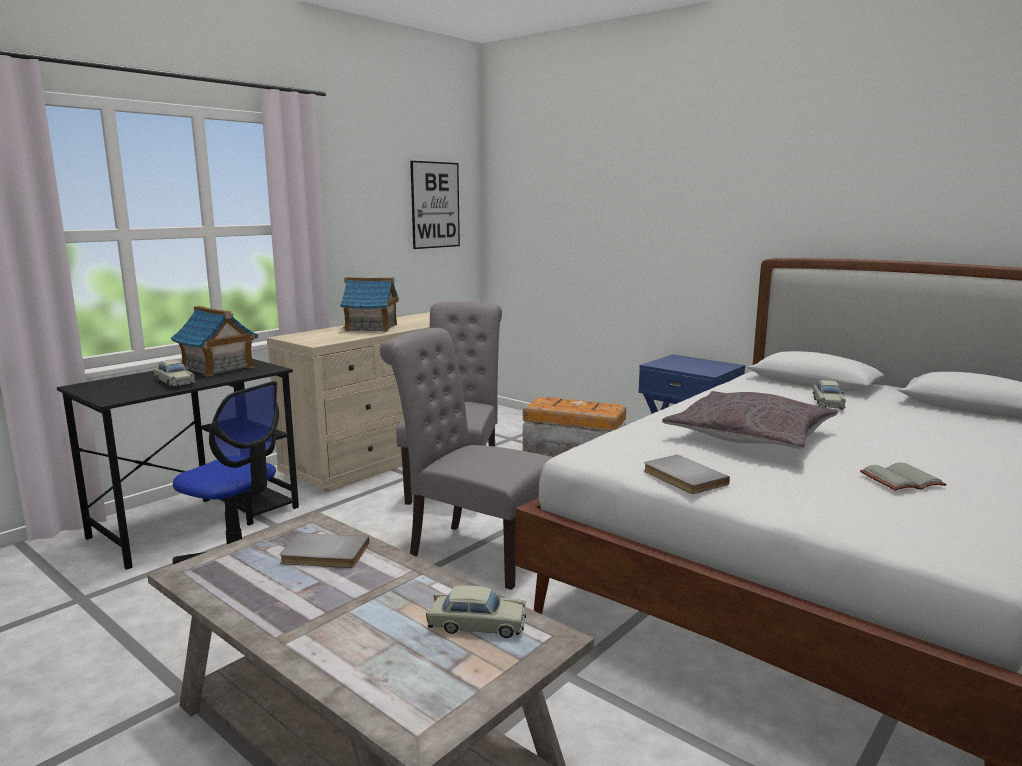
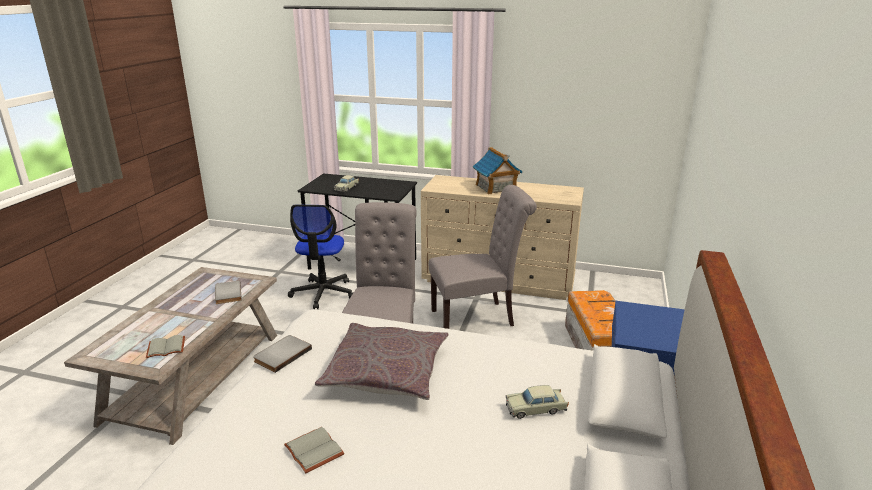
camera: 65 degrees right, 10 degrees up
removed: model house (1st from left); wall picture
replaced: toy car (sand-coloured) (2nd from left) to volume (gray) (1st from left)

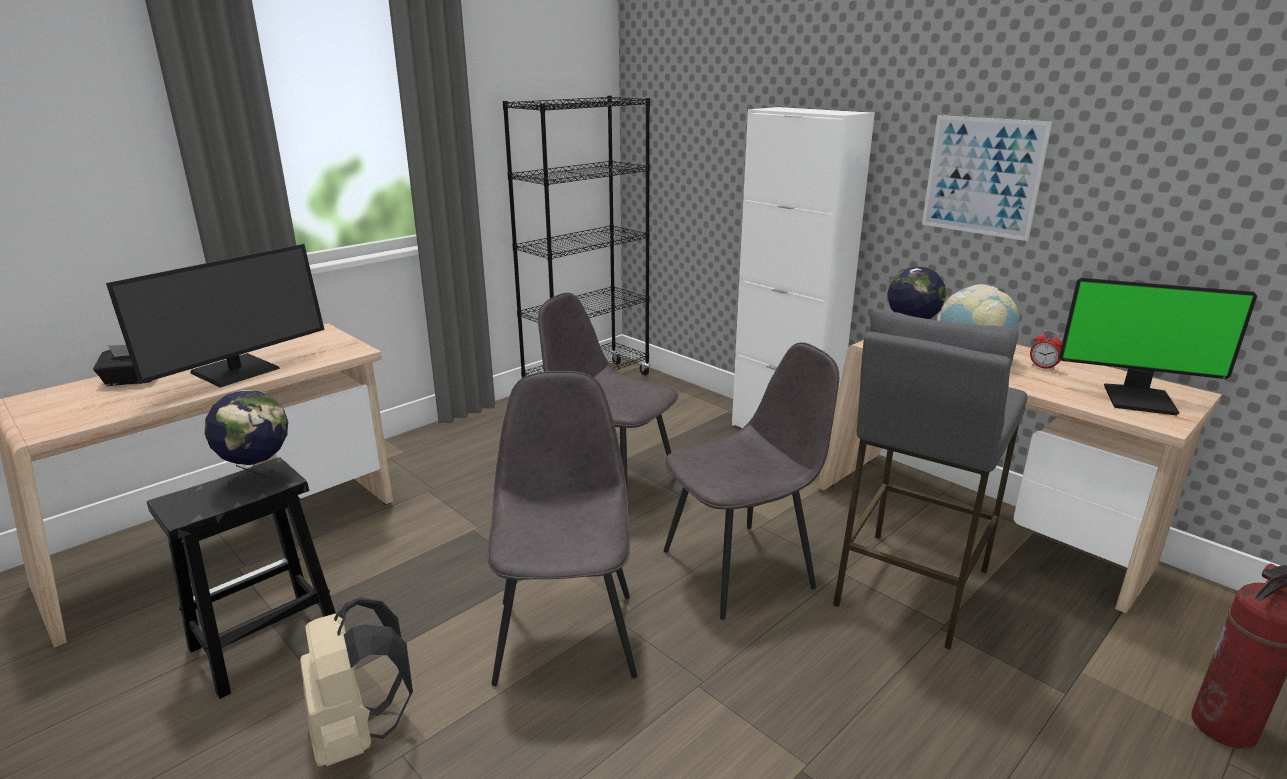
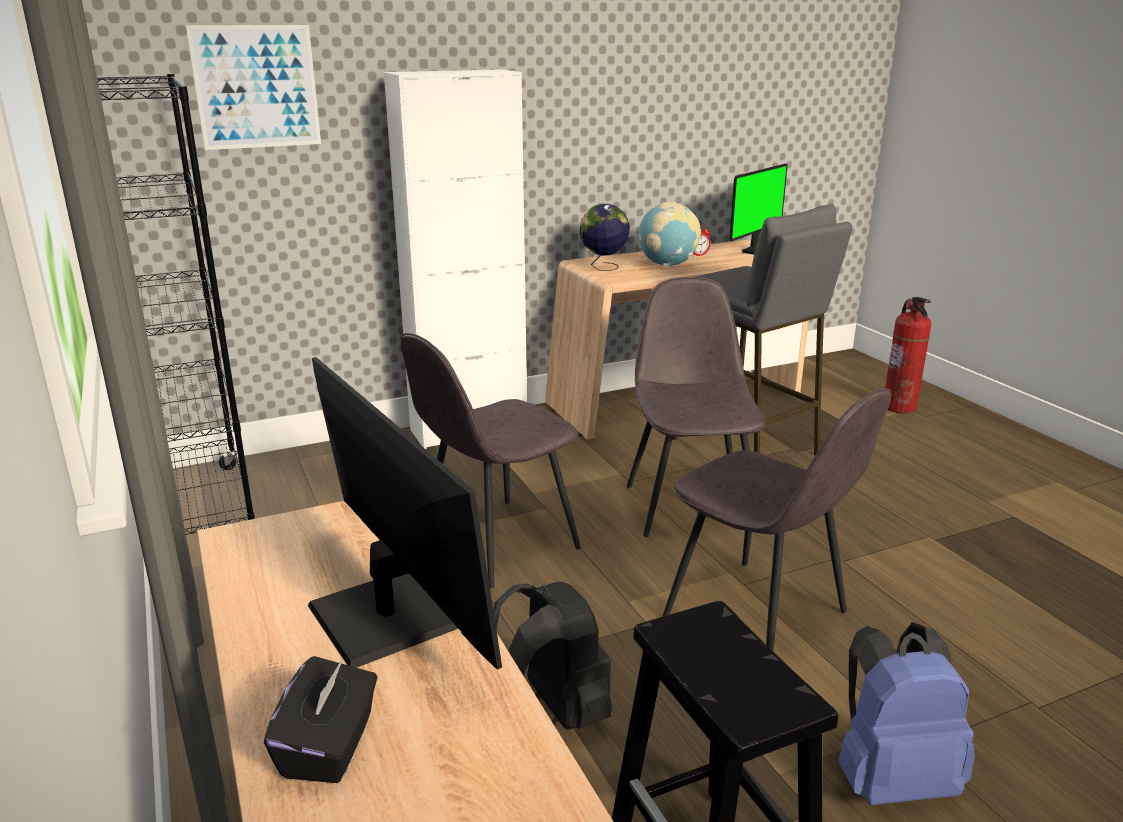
camera: 70 degrees left, 0 degrees up
removed: desk globe (1st from left)
added: knapsack (blackish)
moved: wall picture
recoloured: knapsack (sand-coloured) to knapsack (bluish)
turned: chair (gray) (1st from left in the first image) 150 degrees counterclockwise

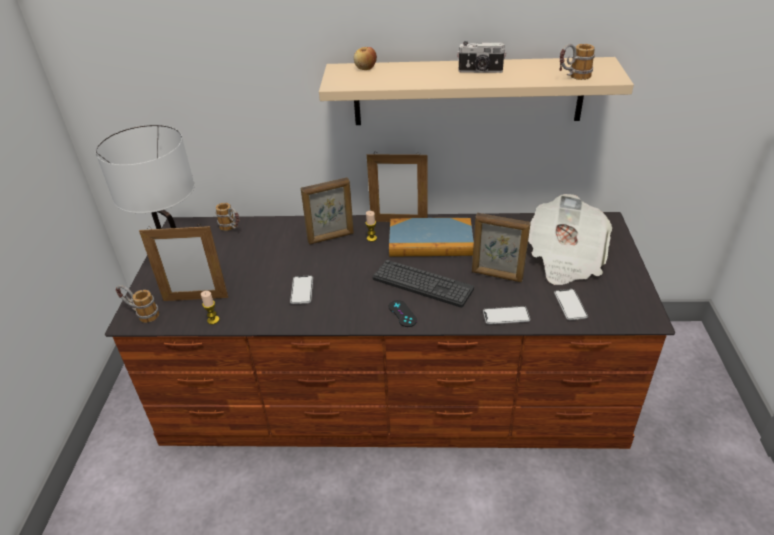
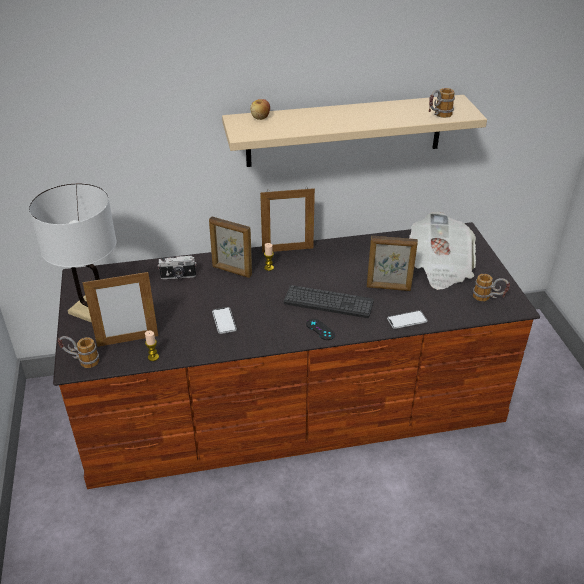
camera: 15 degrees left, 0 degrees up
removed: volume; phone (3rd from left)
moved: tea mug (2nd from left in the first image) to tea mug (3rd from left); still camera
turned: photo frame (2nd from left) 60 degrees clockwise

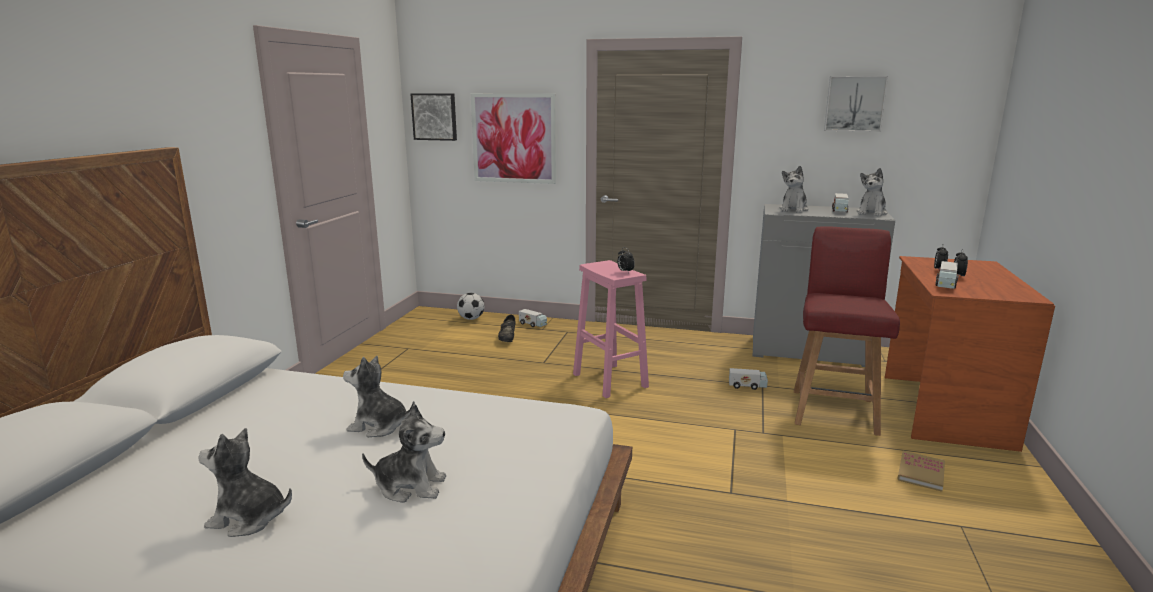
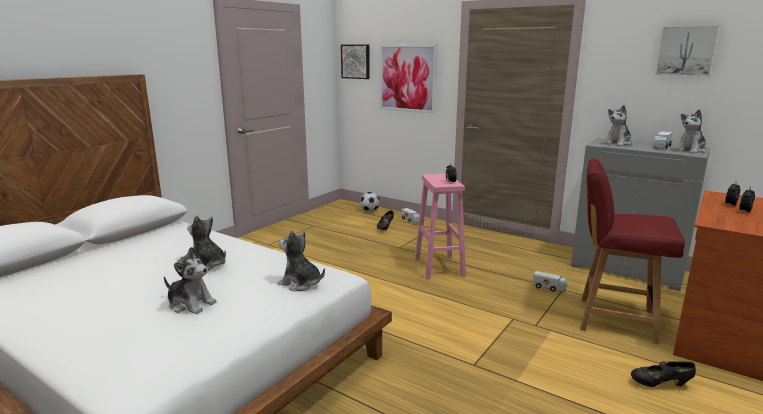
camera: 20 degrees right, 0 degrees up
removed: toy lorry (4th from left)
moved: soft toy (1st from left in the first image) to soft toy (3rd from left)
replaced: volume to item of footwear (blackish) (2nd from left)
turned: chair (reddish) 105 degrees counterclockwise

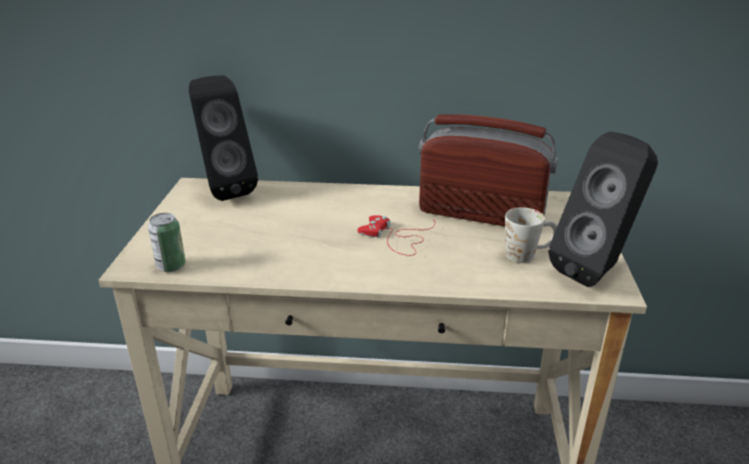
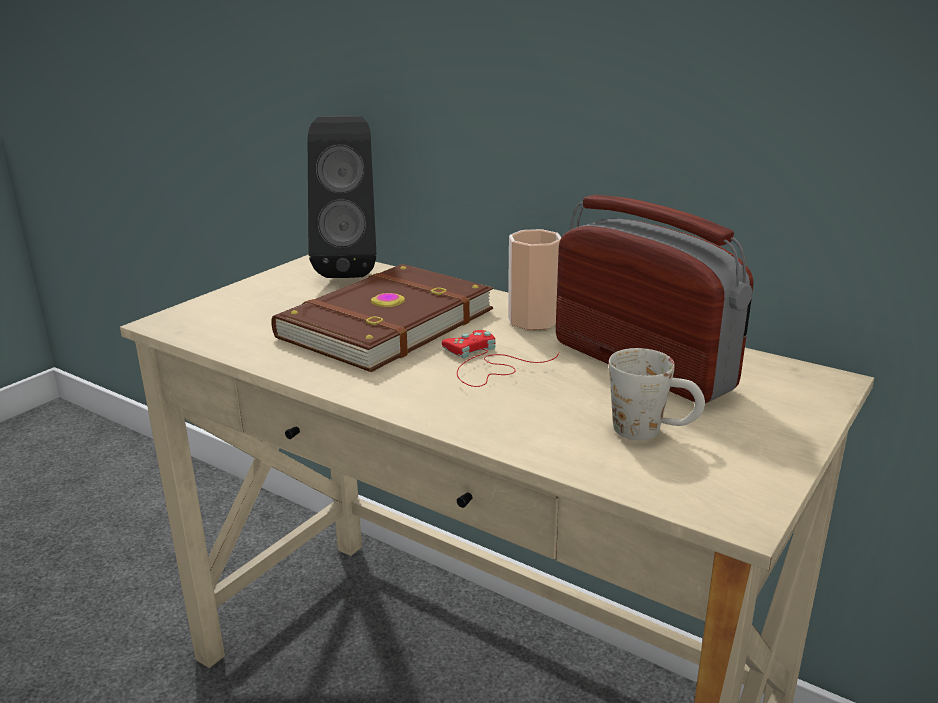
camera: 30 degrees right, 5 degrees down
removed: can; speaker (blackish) (2nd from left)
added: volume (brownish); cup

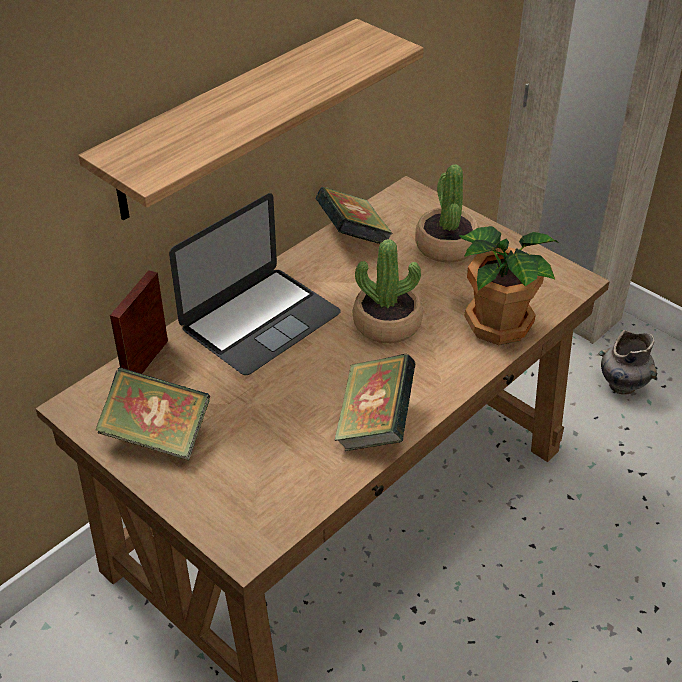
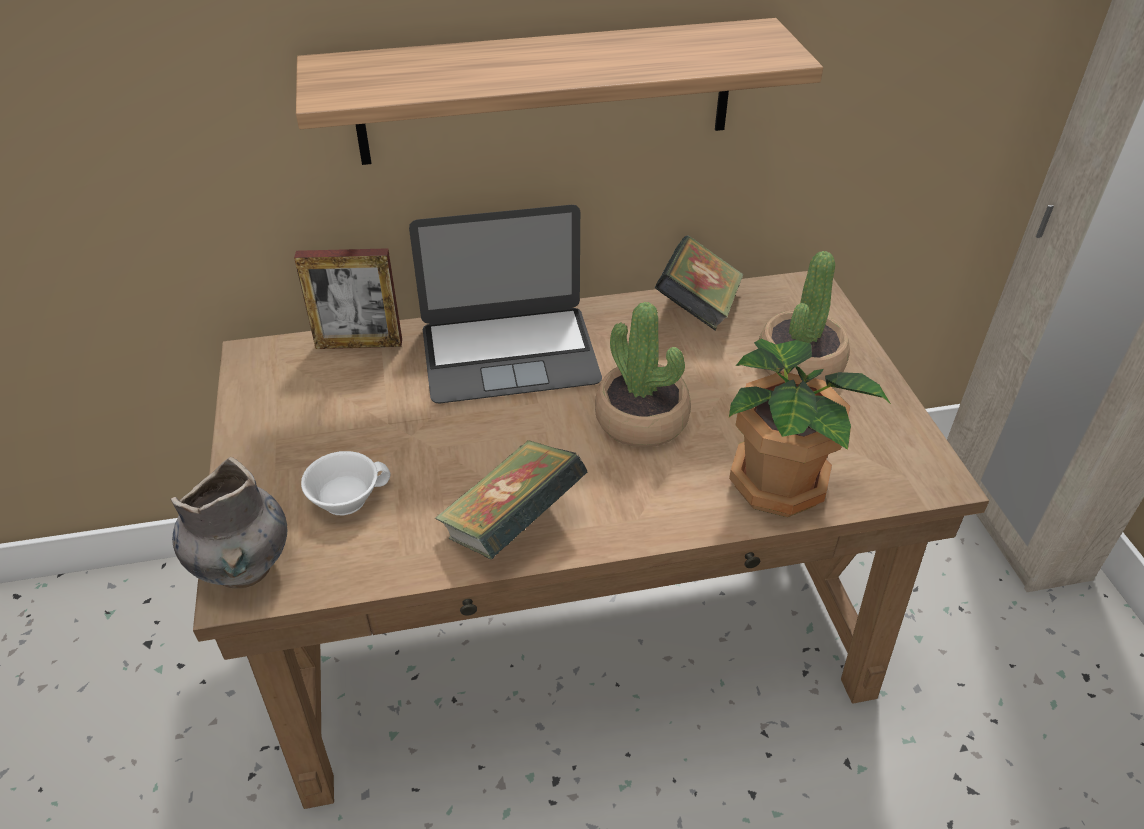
camera: 35 degrees right, 0 degrees up
removed: volume (1st from left)
added: cup (white-coloured)
moved: flower vase (gray)
turned: photo frame 150 degrees counterclockwise

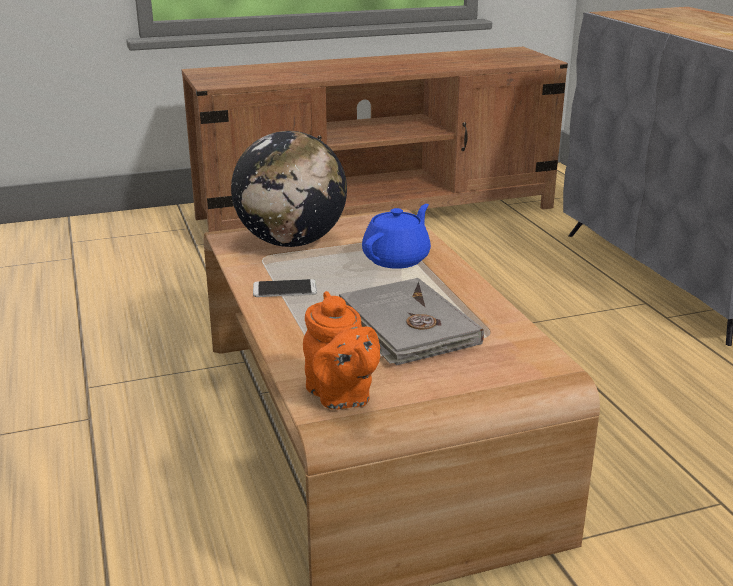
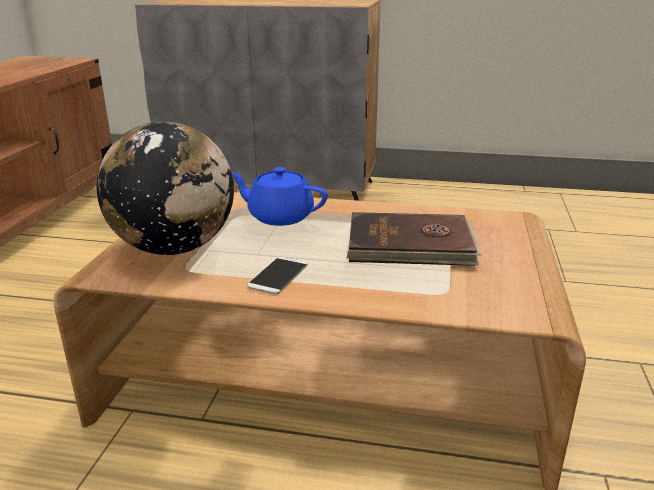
camera: 60 degrees left, 0 degrees up
removed: tea pot (orange-coloured)
recoloured: volume (gray) to volume (brownish)
turned: tea pot (bluish) 45 degrees counterclockwise

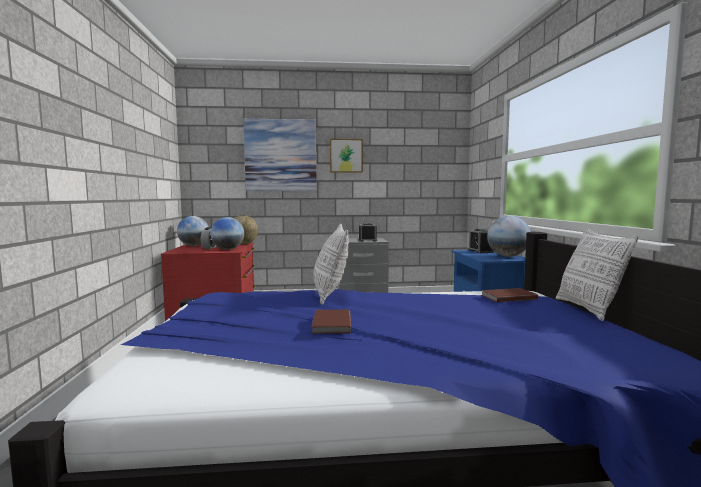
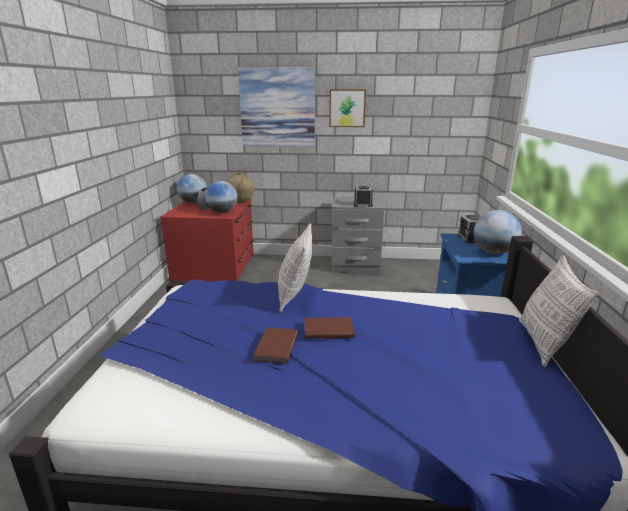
camera: 10 degrees right, 15 degrees up
moved: volume (brownish) (2nd from left)

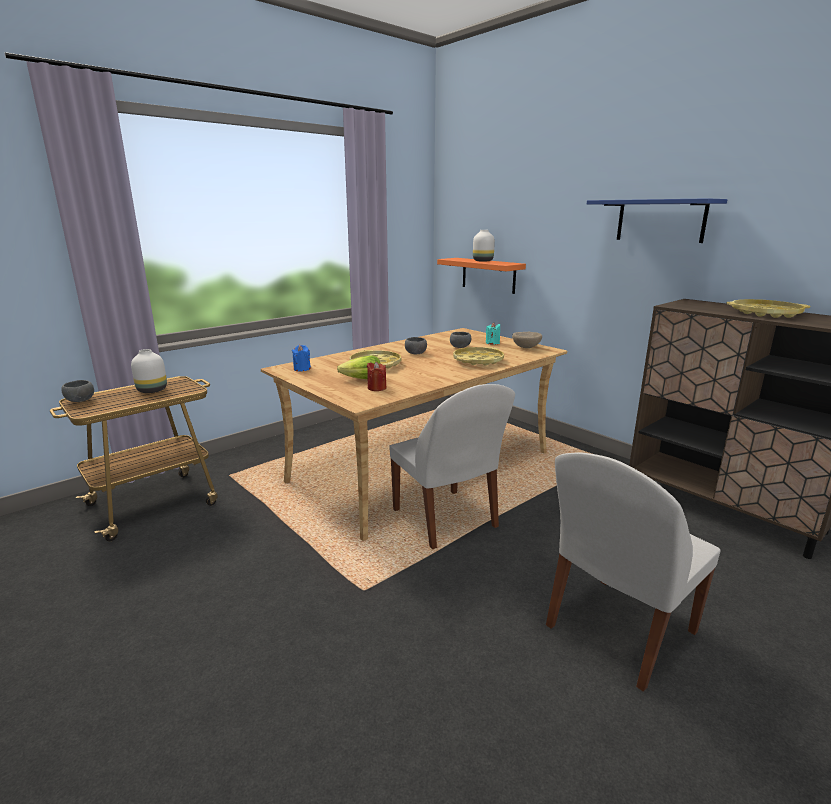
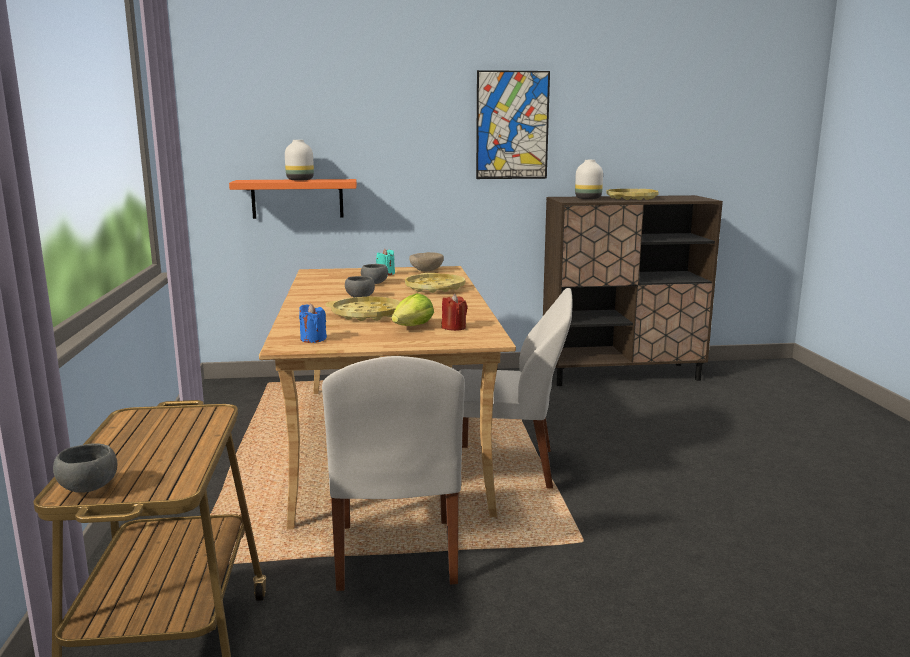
camera: 55 degrees left, 5 degrees down
moved: flower vase (white-coloured) (1st from left in the first image) to flower vase (white-coloured) (2nd from left); chair (white-coloured) (2nd from left in the first image) to chair (white-coloured) (1st from left)
replaced: shelf (bluish) to wall picture

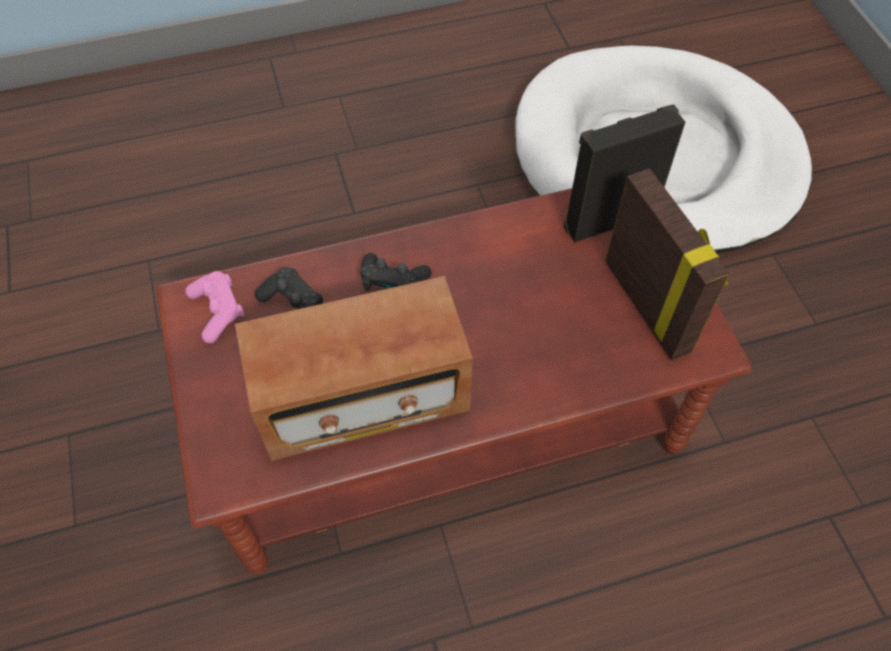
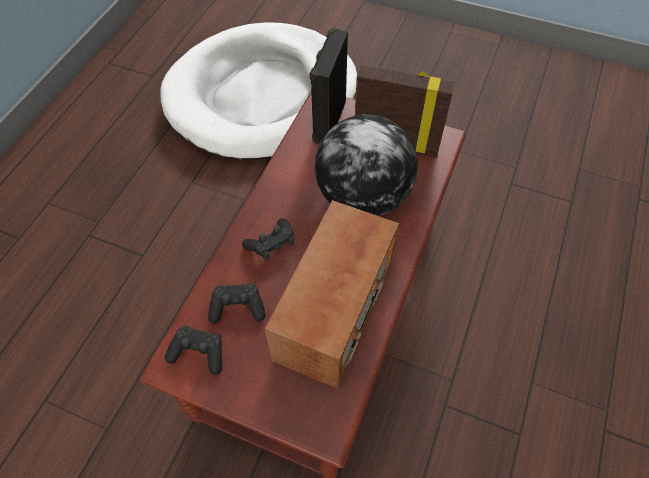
camera: 50 degrees left, 0 degrees up
added: desk globe
recoloured: game controller (pink) to game controller (blackish) (1st from left)

